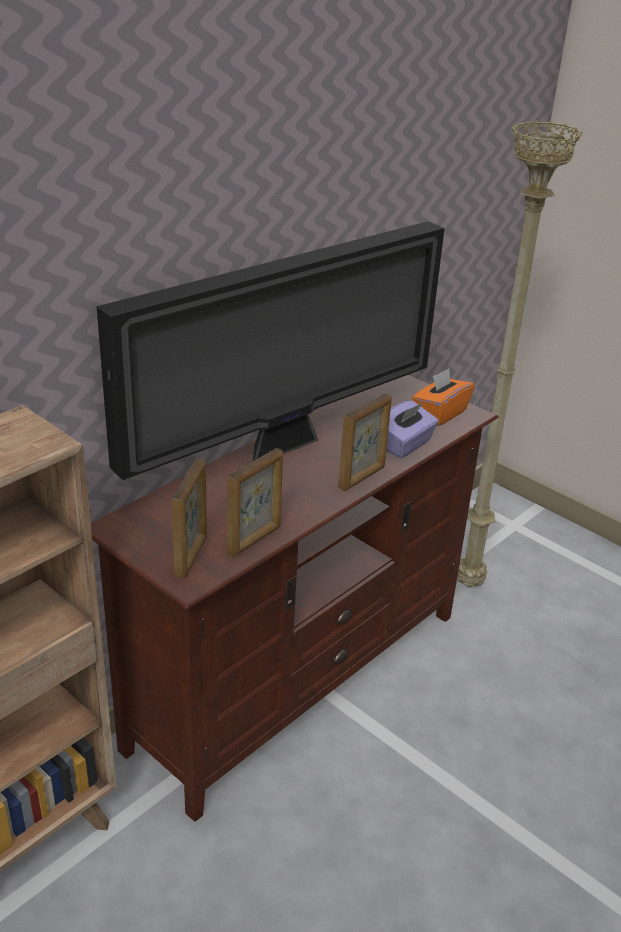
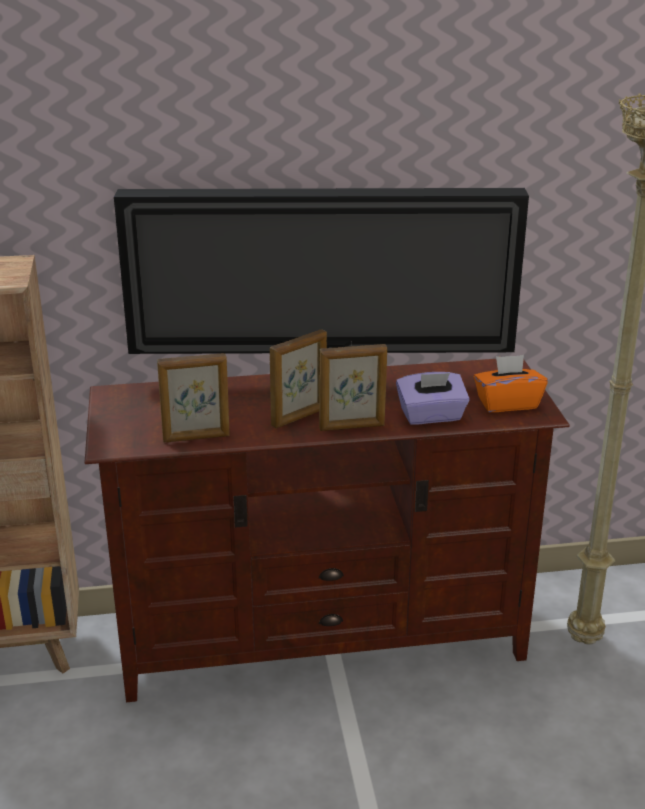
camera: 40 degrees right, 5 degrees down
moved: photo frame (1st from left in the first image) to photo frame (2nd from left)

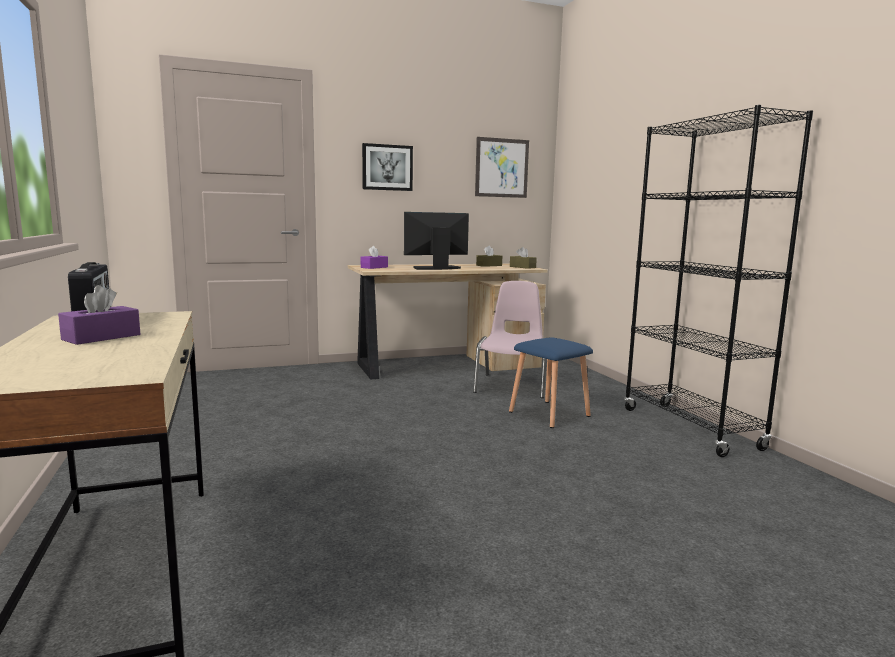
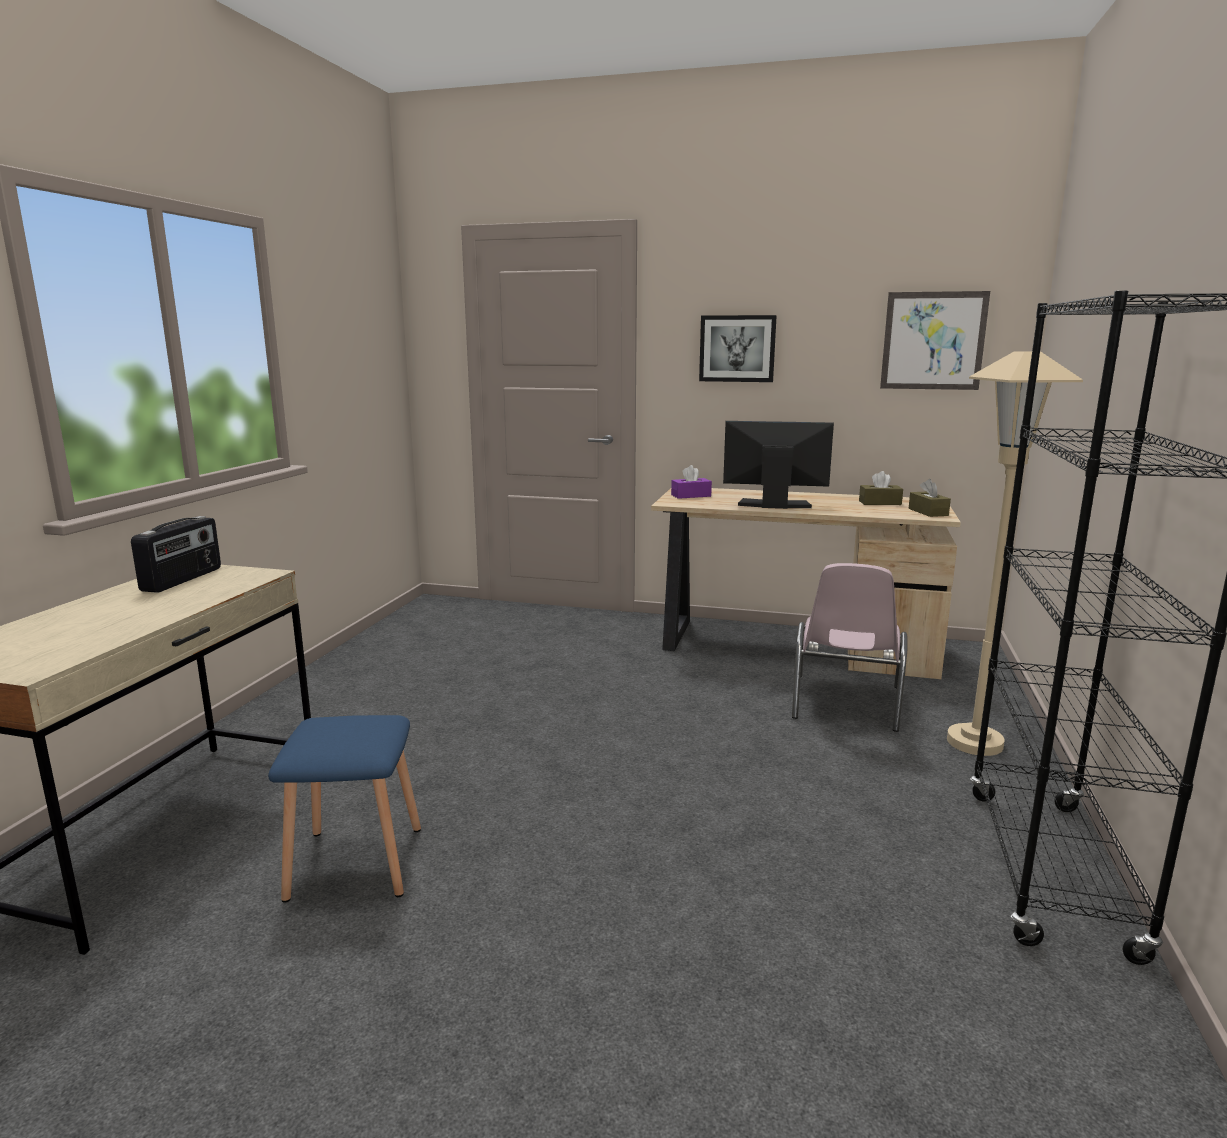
camera: 35 degrees right, 5 degrees up
removed: box of tissues (purplish) (1st from left)
added: floor lamp (sand-coloured)
moved: stool (bluish)
turned: chair (pink) 150 degrees clockwise

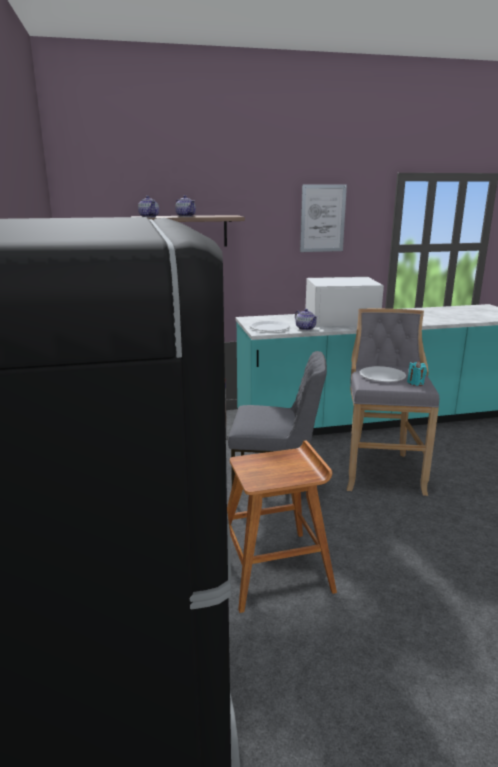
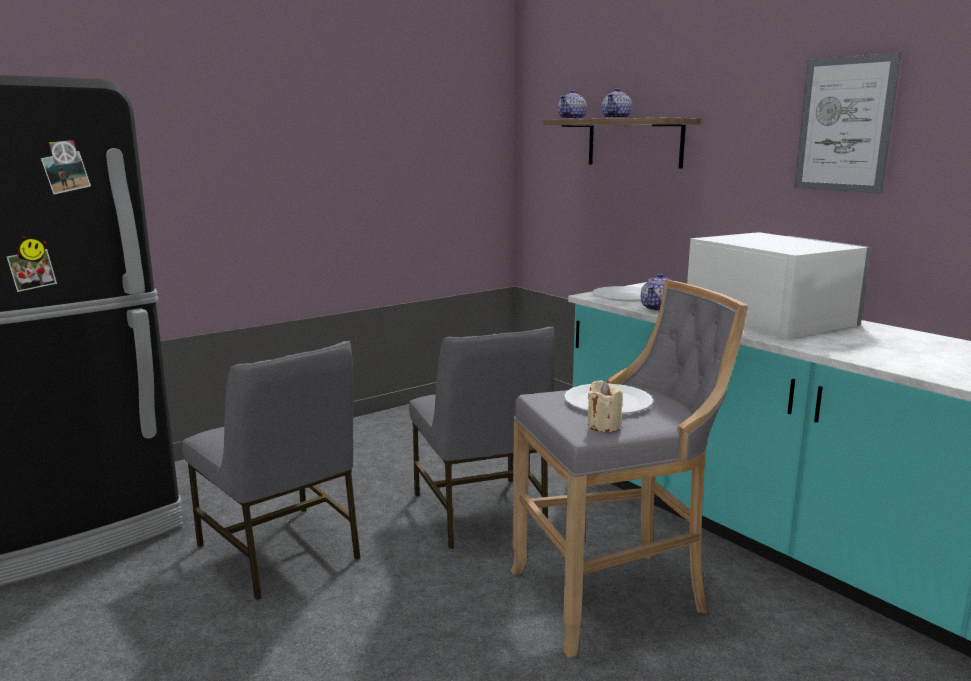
camera: 65 degrees right, 5 degrees down
replaced: stool (brownish) to chair (gray) (1st from left)
recoloured: candle (turquoise-coloured) to candle (sand-coloured)

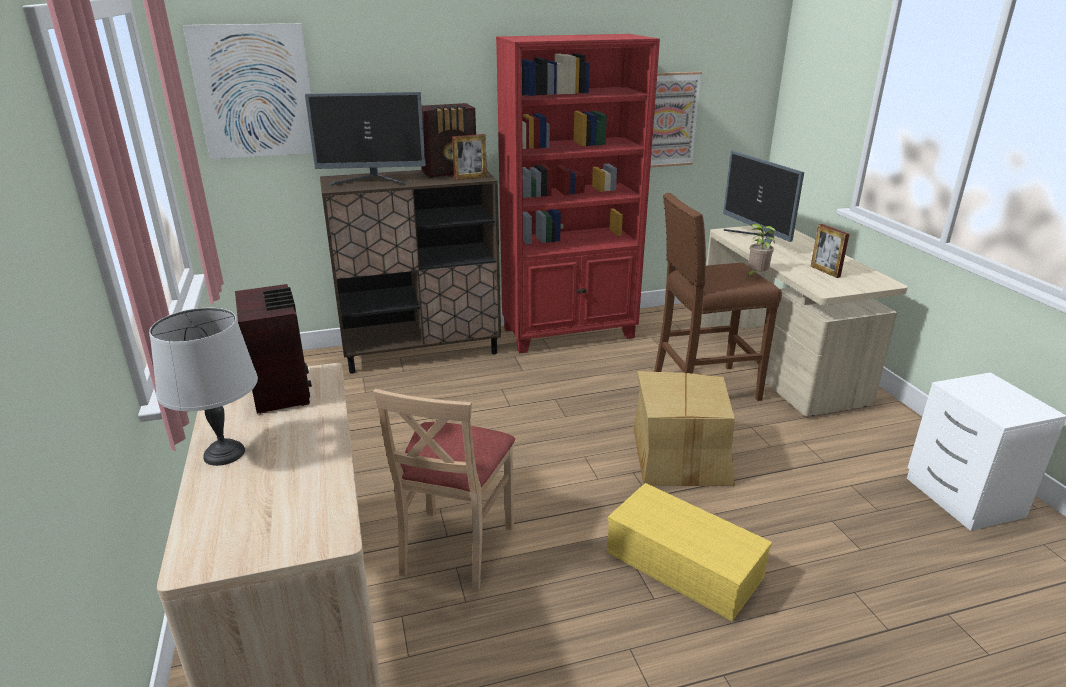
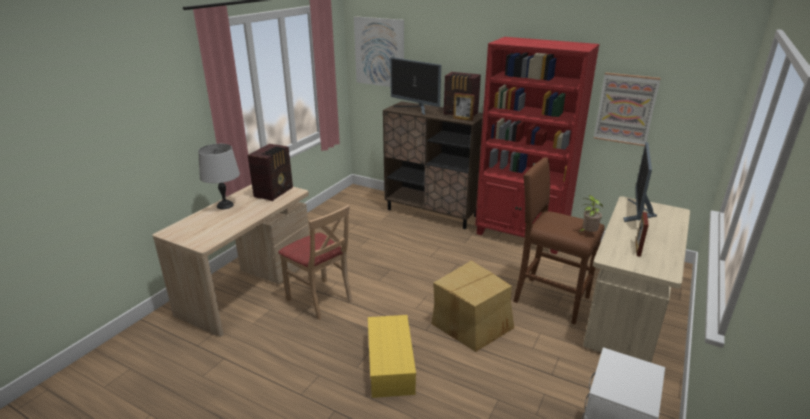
camera: 45 degrees right, 0 degrees up
turned: chair (sand-coloured) 105 degrees counterclockwise

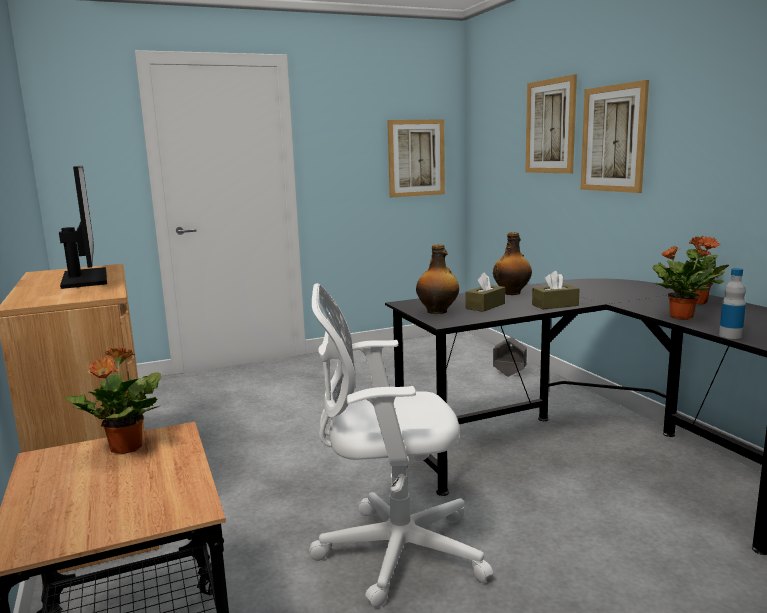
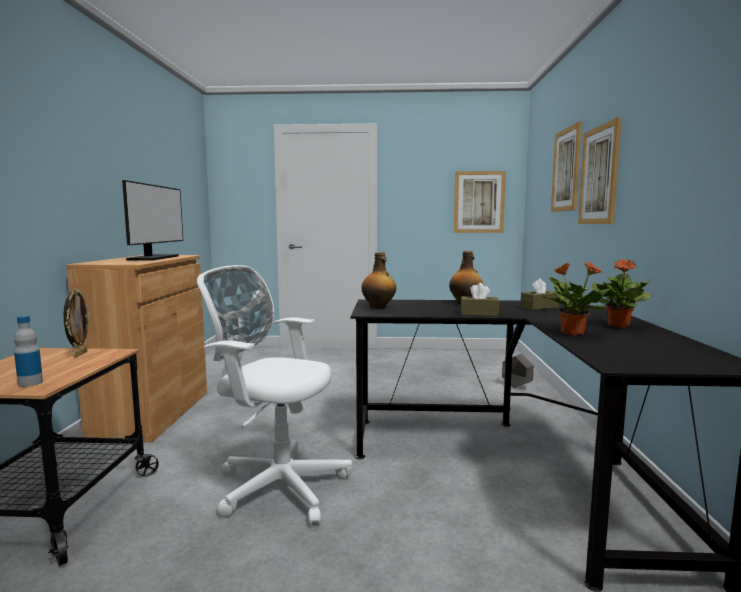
camera: 25 degrees right, 5 degrees down
moved: box of tissues (brownish) (1st from left in the first image) to box of tissues (brownish) (2nd from left); drink bottle (3rd from left in the first image) to drink bottle (1st from left)
replaced: houseplant (1st from left) to photo frame

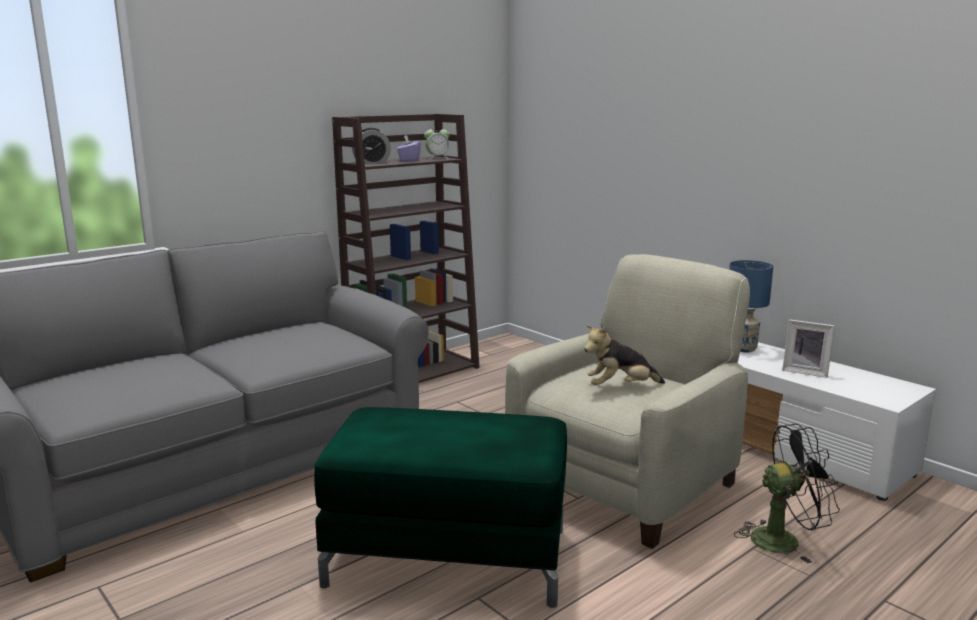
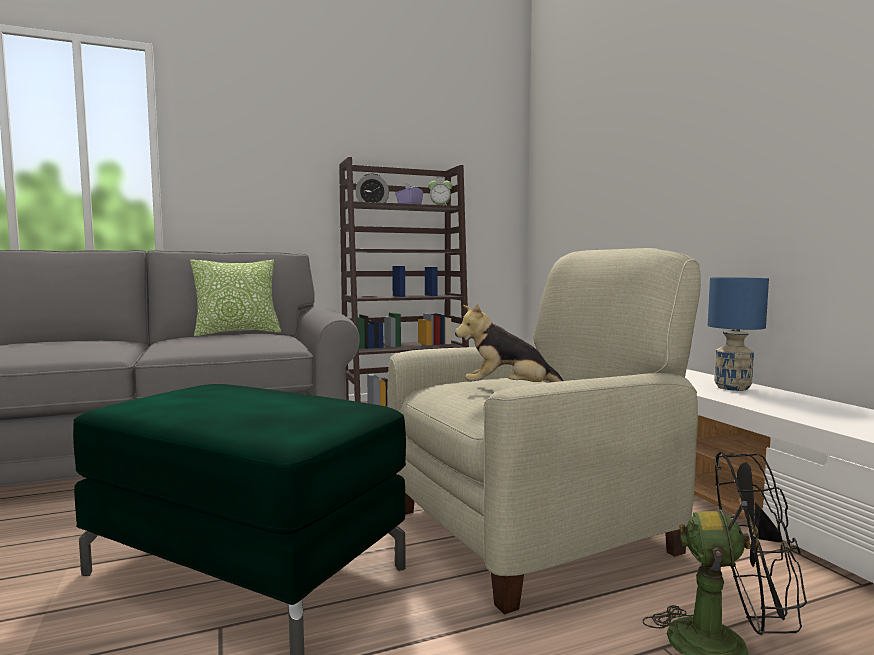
camera: 20 degrees right, 10 degrees down
removed: photo frame
added: throw pillow

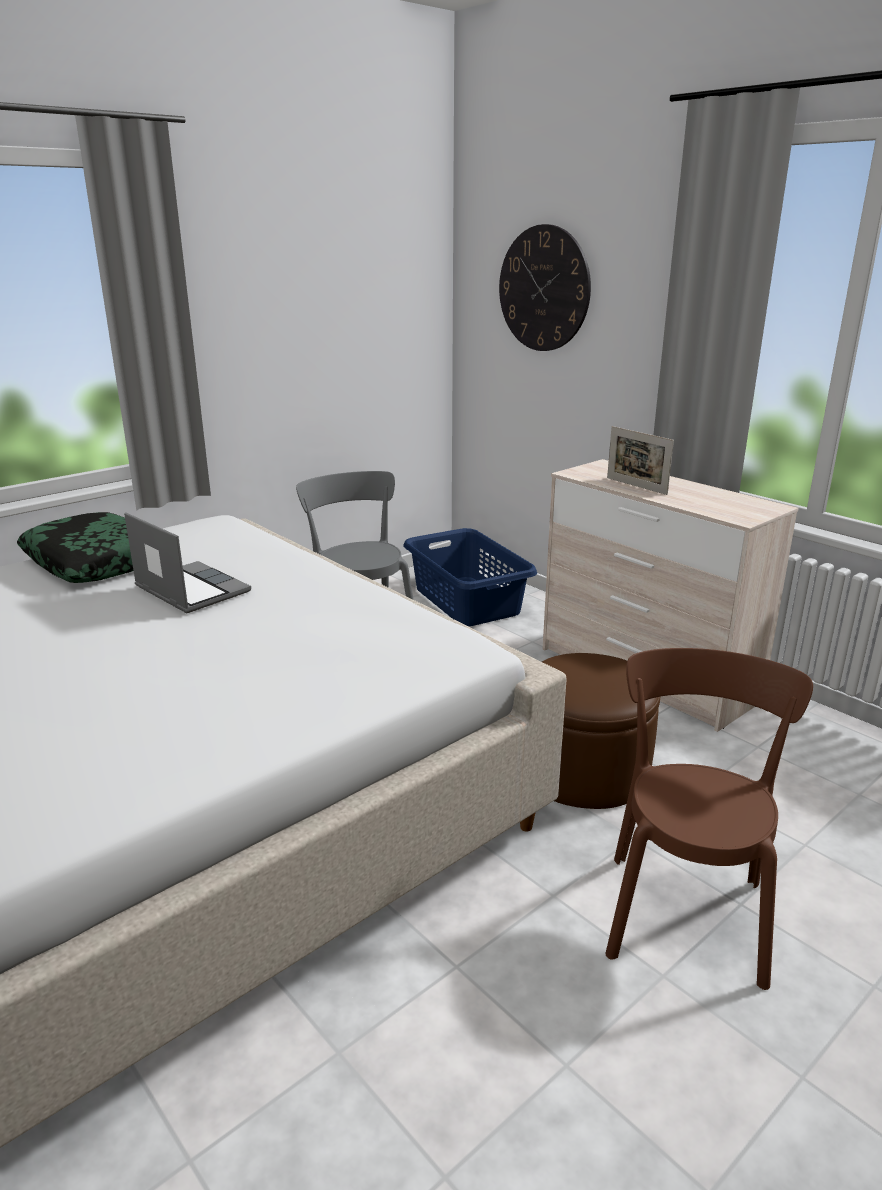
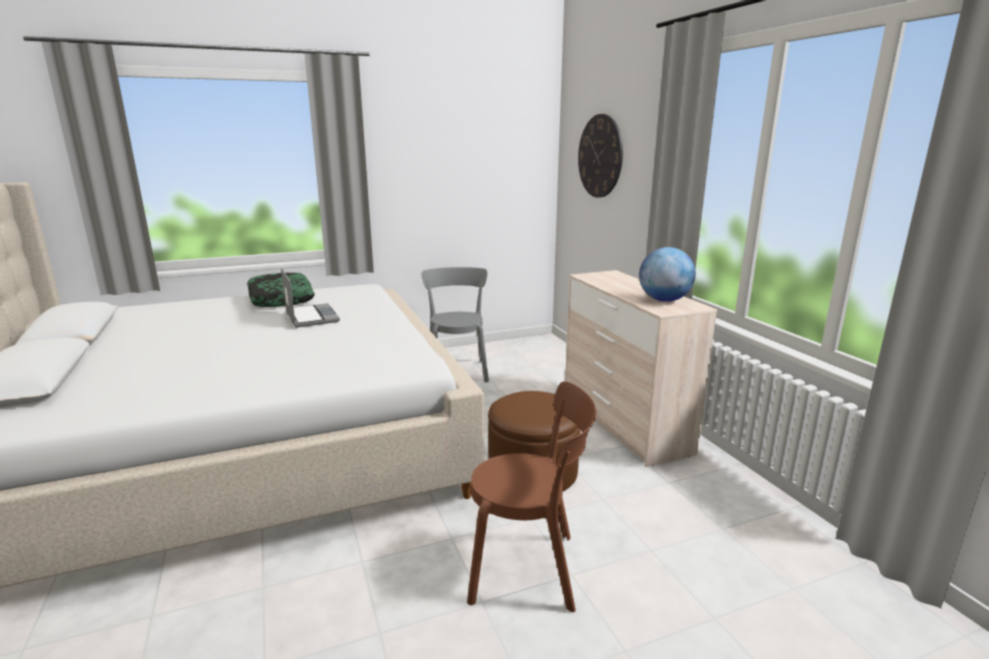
camera: 20 degrees right, 5 degrees down
removed: washing basket (bluish); photo frame
added: desk globe
turned: chair (brownish) 60 degrees clockwise

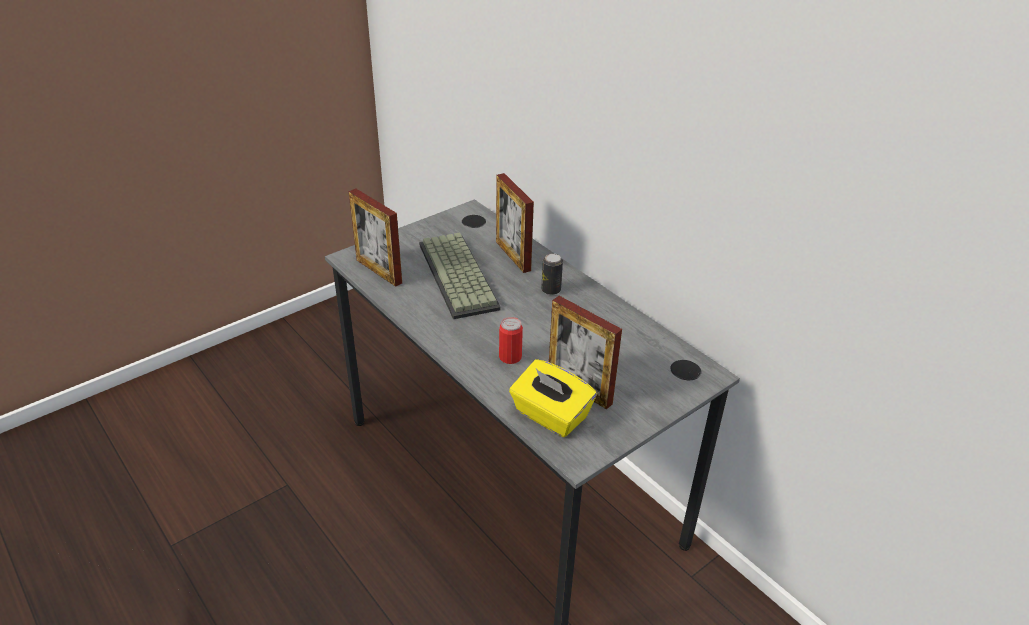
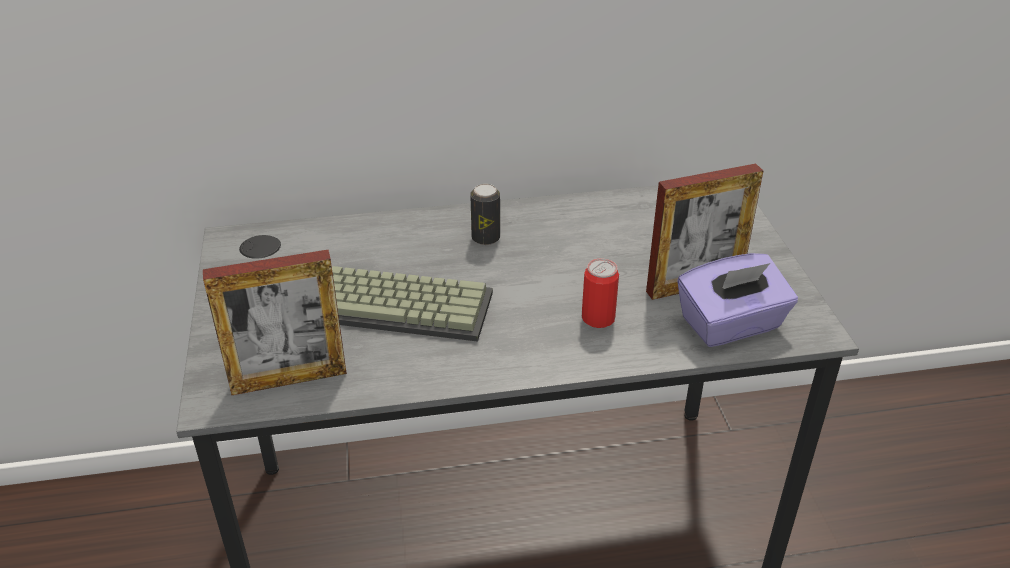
camera: 60 degrees left, 0 degrees up
removed: photo frame (2nd from left)
recoloured: box of tissues (yellow-coloured) to box of tissues (purplish)

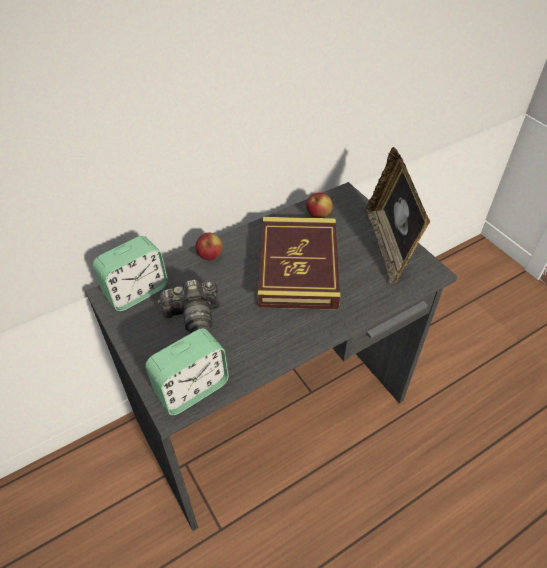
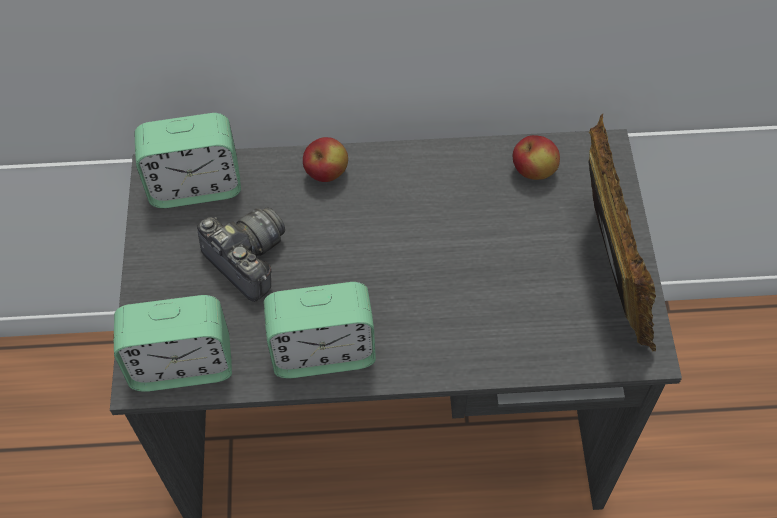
camera: 30 degrees right, 10 degrees up
removed: volume
added: table clock (3rd from left)
turned: still camera 150 degrees counterclockwise; photo frame 150 degrees clockwise

